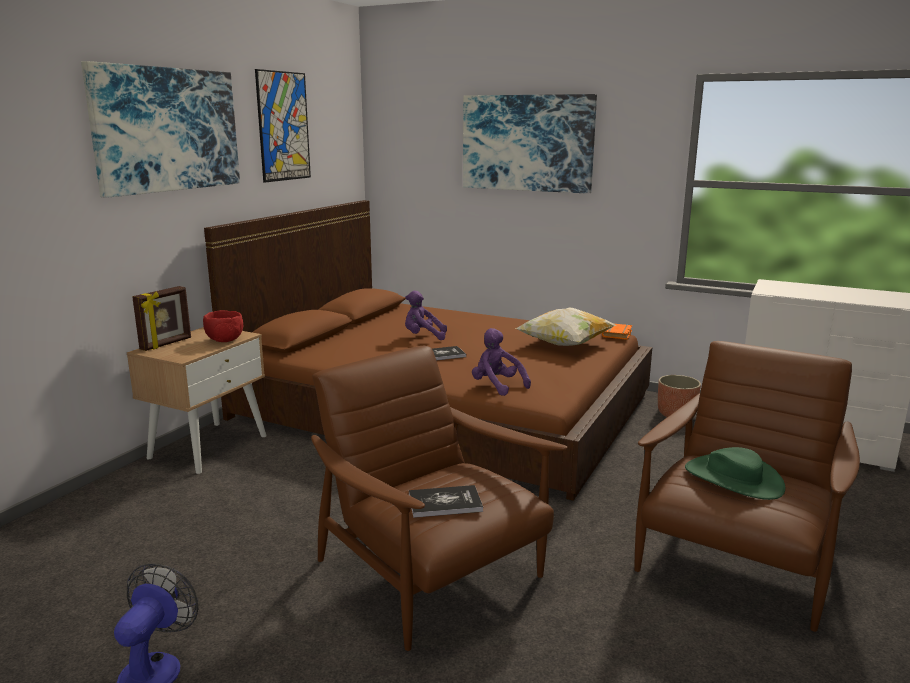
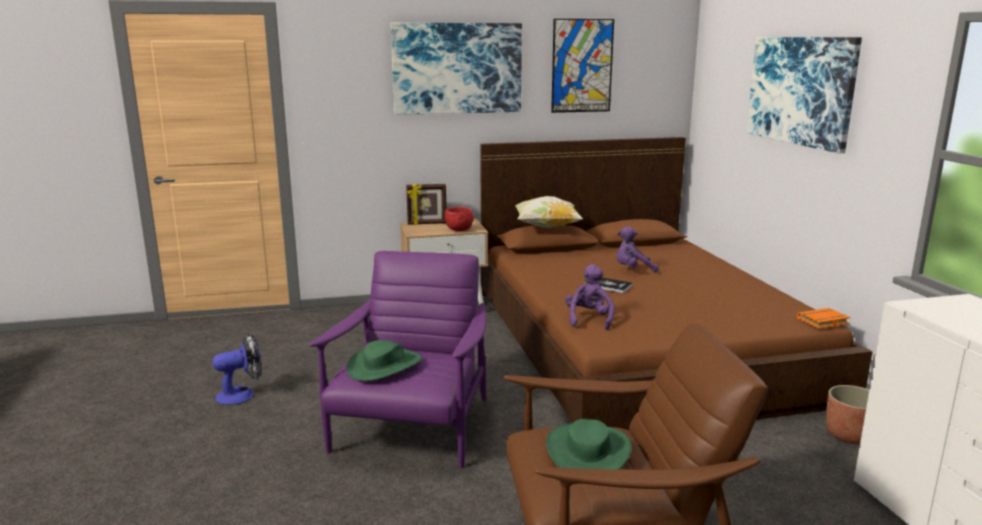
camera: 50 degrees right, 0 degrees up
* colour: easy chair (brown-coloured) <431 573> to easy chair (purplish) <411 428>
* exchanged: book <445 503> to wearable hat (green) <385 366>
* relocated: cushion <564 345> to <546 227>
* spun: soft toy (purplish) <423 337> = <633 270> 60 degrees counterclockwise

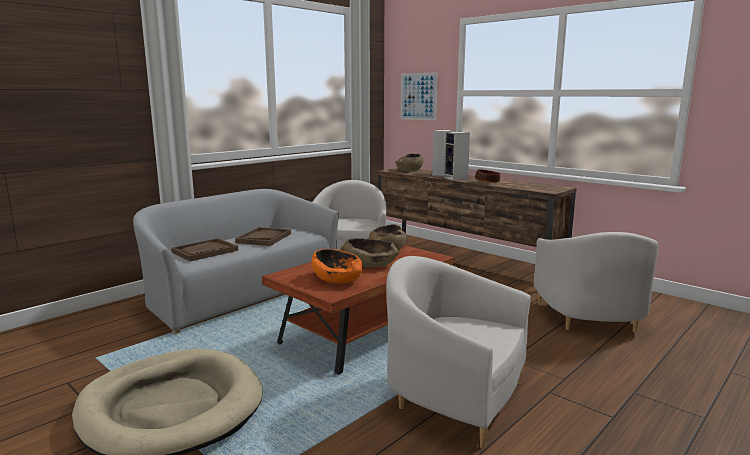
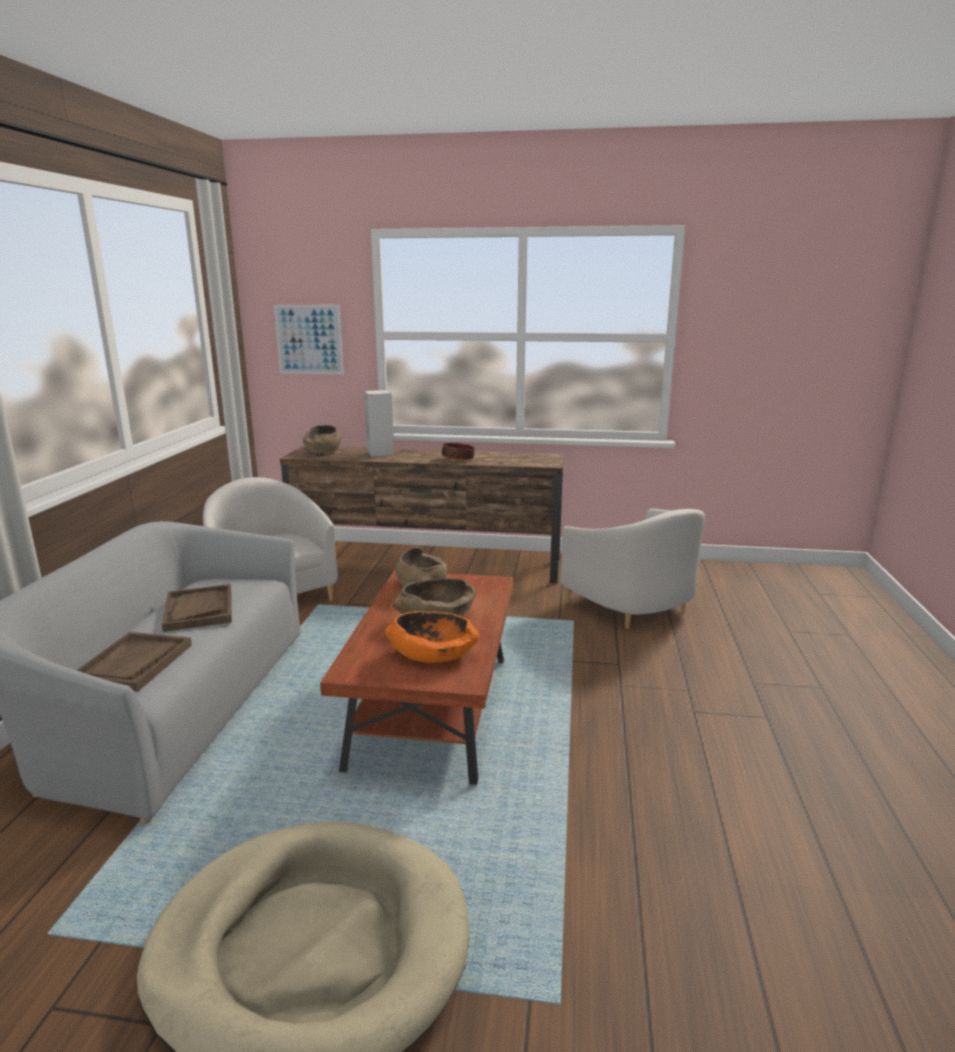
camera: 35 degrees left, 5 degrees up
* missing: easy chair (white) <454 397>
* missing: audio speaker <456 178>

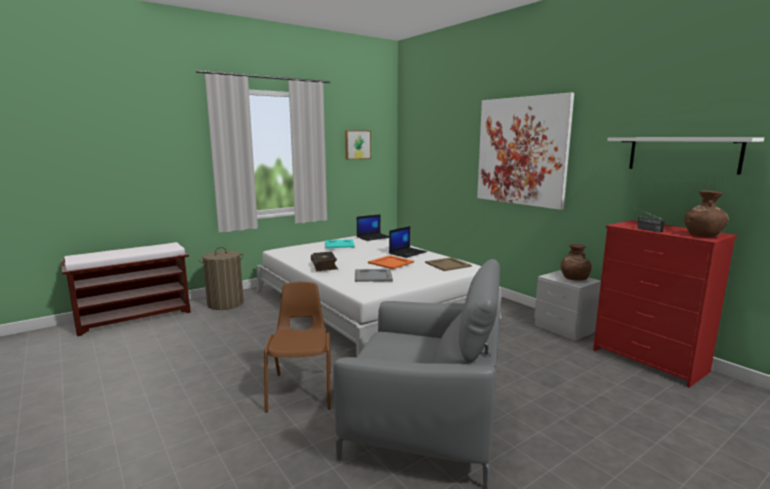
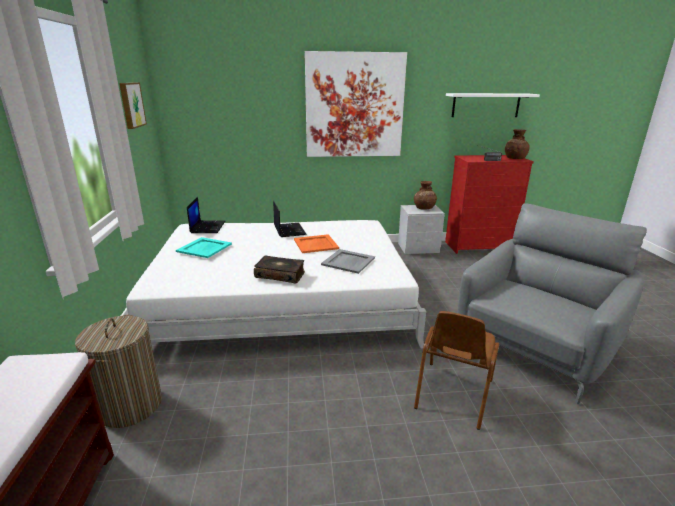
camera: 60 degrees left, 10 degrees up
* spun: upright chair (brown-coloured) <302 390> = <452 394> 90 degrees counterclockwise
* missing: tray (sand-coloured) <447 264>

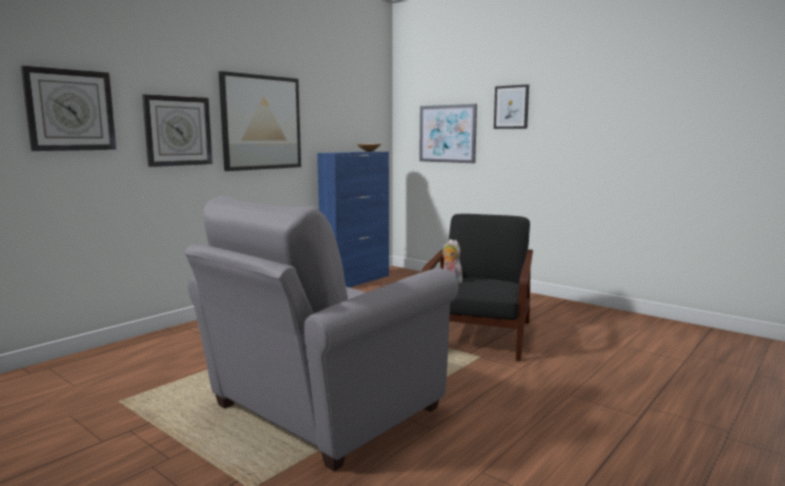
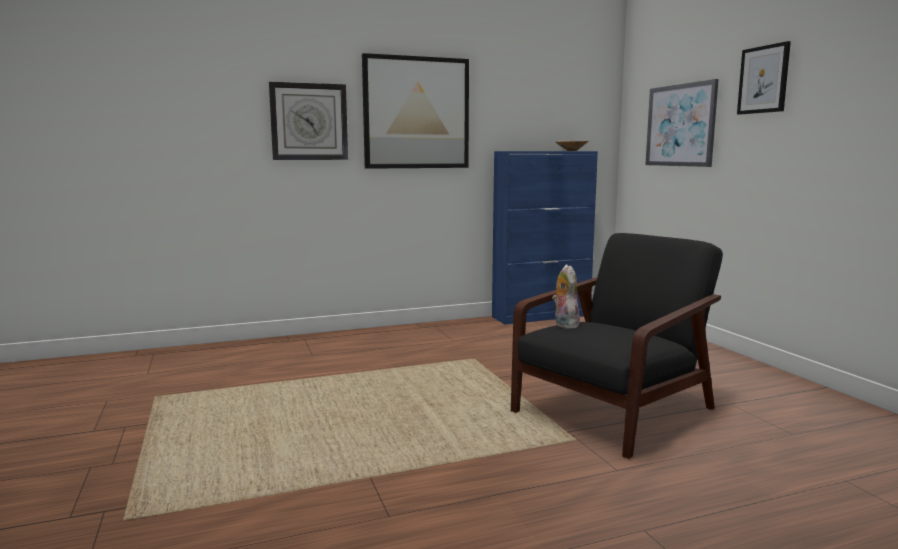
camera: 30 degrees right, 0 degrees up
* missing: wall clock <70 110>
* missing: easy chair (greyish) <319 410>

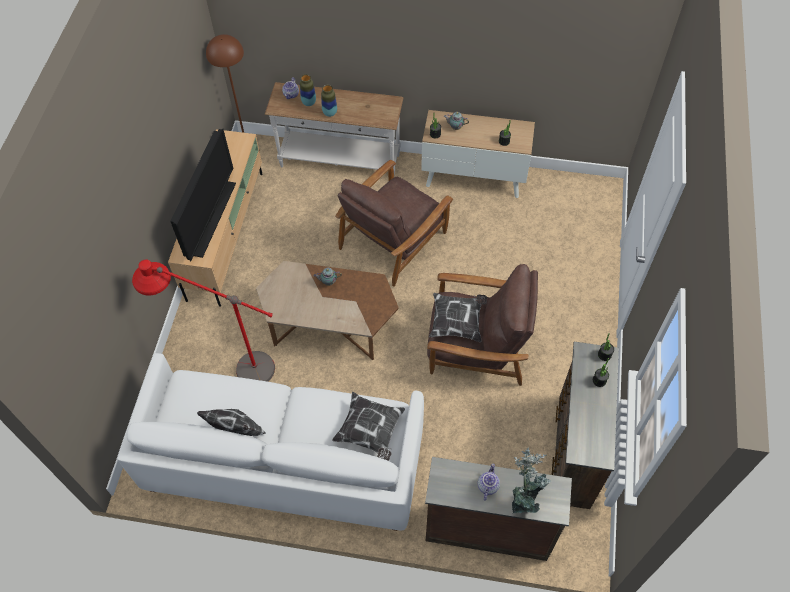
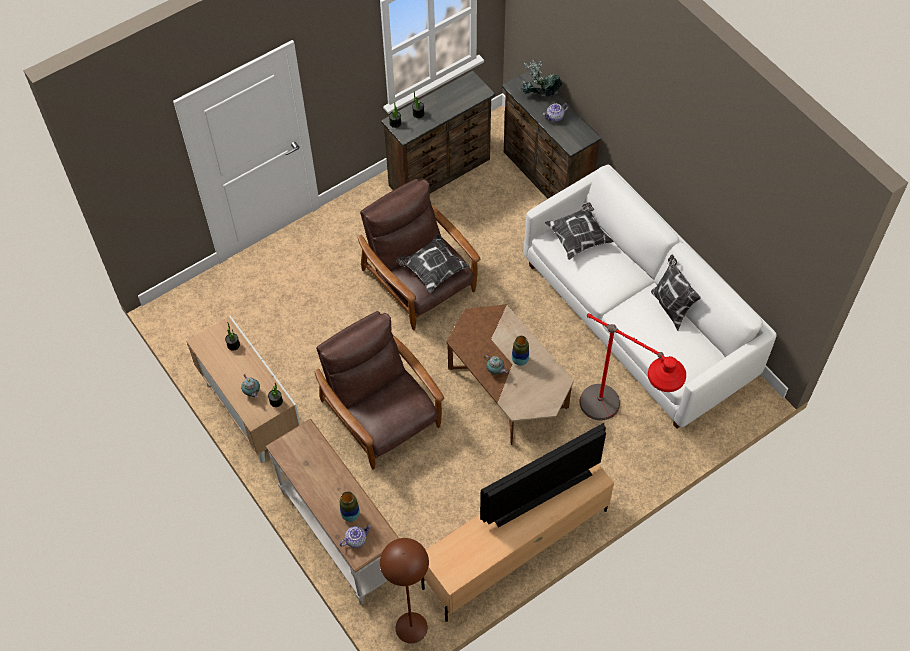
camera: 135 degrees left, 0 degrees up
* spun: easy chair (brown-coloured) <394 239> = <381 415> 120 degrees counterclockwise
* relocated: vase <330 113> to <520 360>

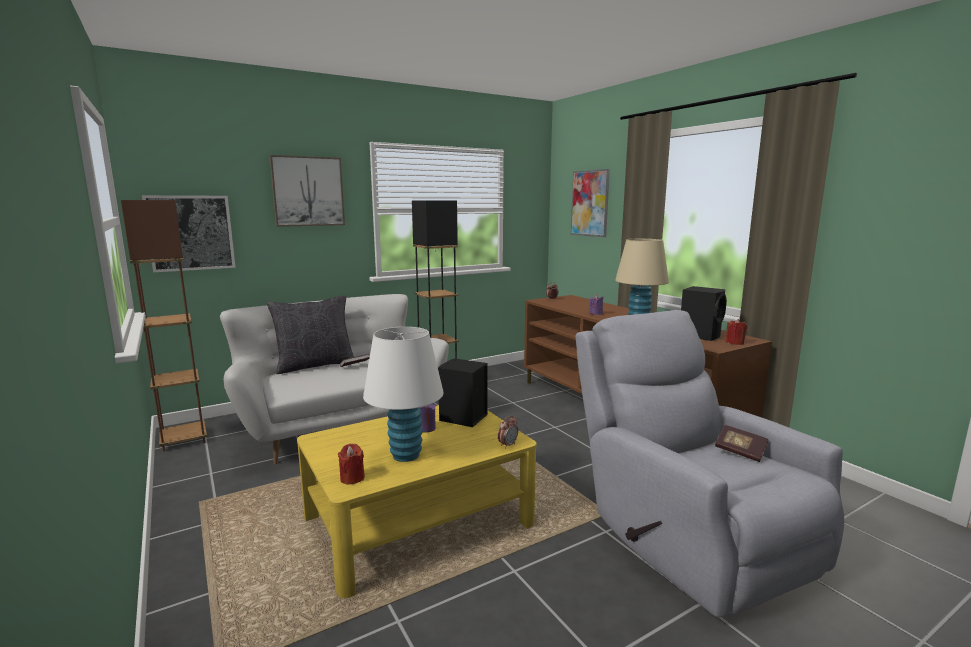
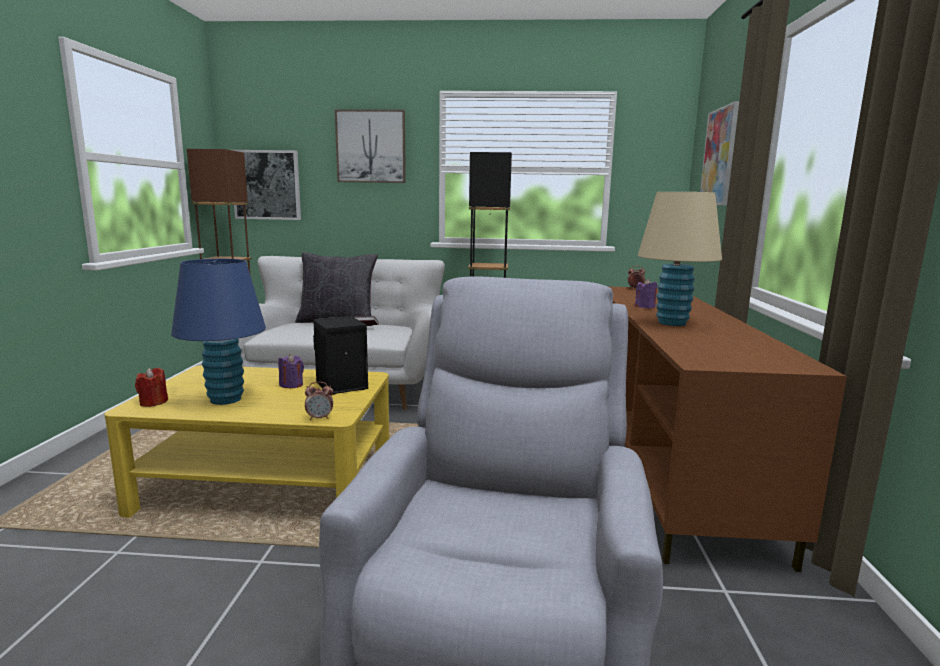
camera: 35 degrees right, 0 degrees up
* colour: tabletop lamp (white) <406 455> to tabletop lamp (blue) <226 399>
* missing: audio speaker (black-coloured) <700 335>
* missing: book <740 451>
* missing: wax candle (red-coloured) <734 343>

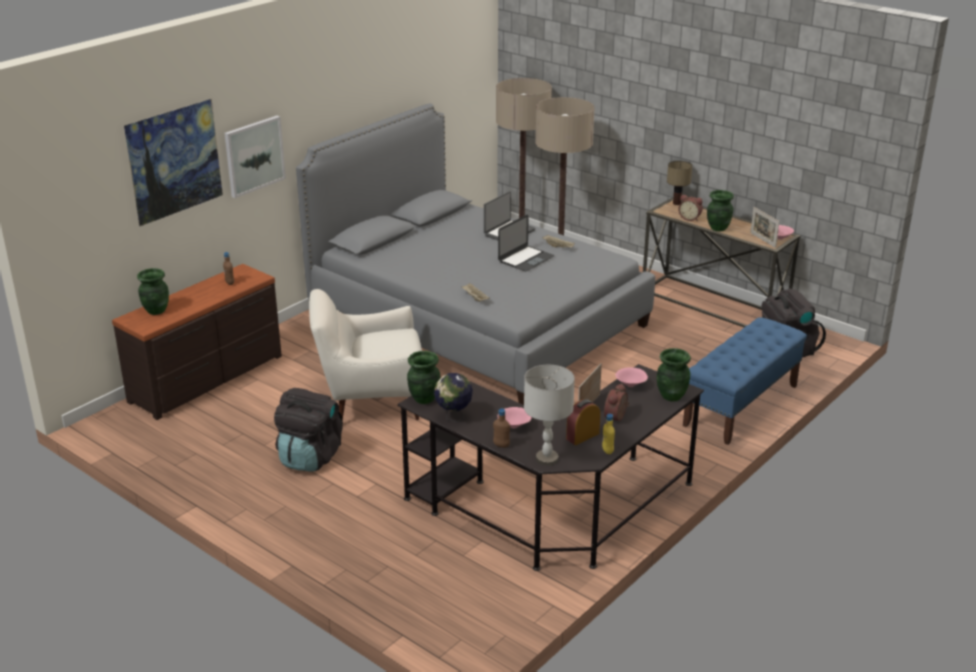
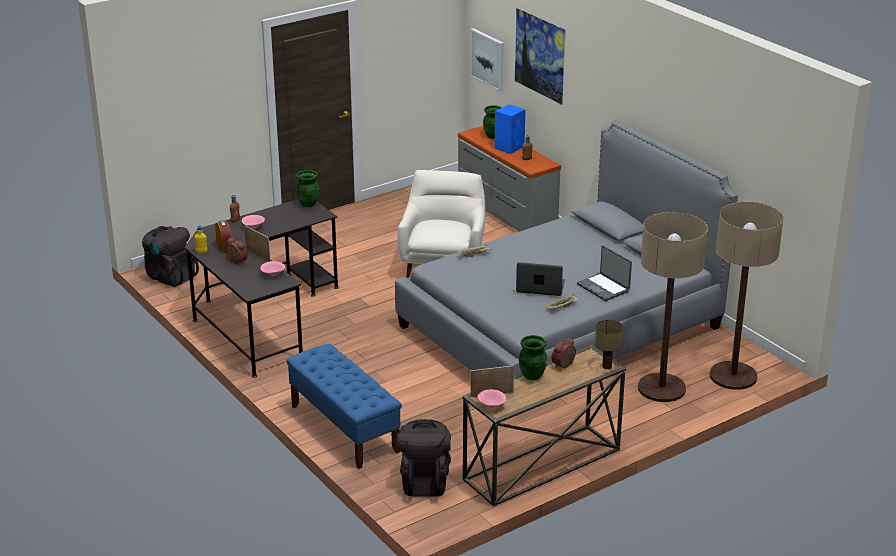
camera: 105 degrees right, 0 degrees up
* relocated: backpack (black-coloured) <310 457> to <170 277>
* colour: drawer chest (brown-coloured) <208 379> to drawer chest (greyish) <505 212>
* relocated: picture <254 155> to <488 59>
* appeared: audio speaker (blue) <509 147>
* spun: laptop <526 259> = <540 287> 135 degrees clockwise
* missing: world globe <453 417>
* missing: tabletop lamp (greyish) <546 459>
* missing: vase (green) <671 396>

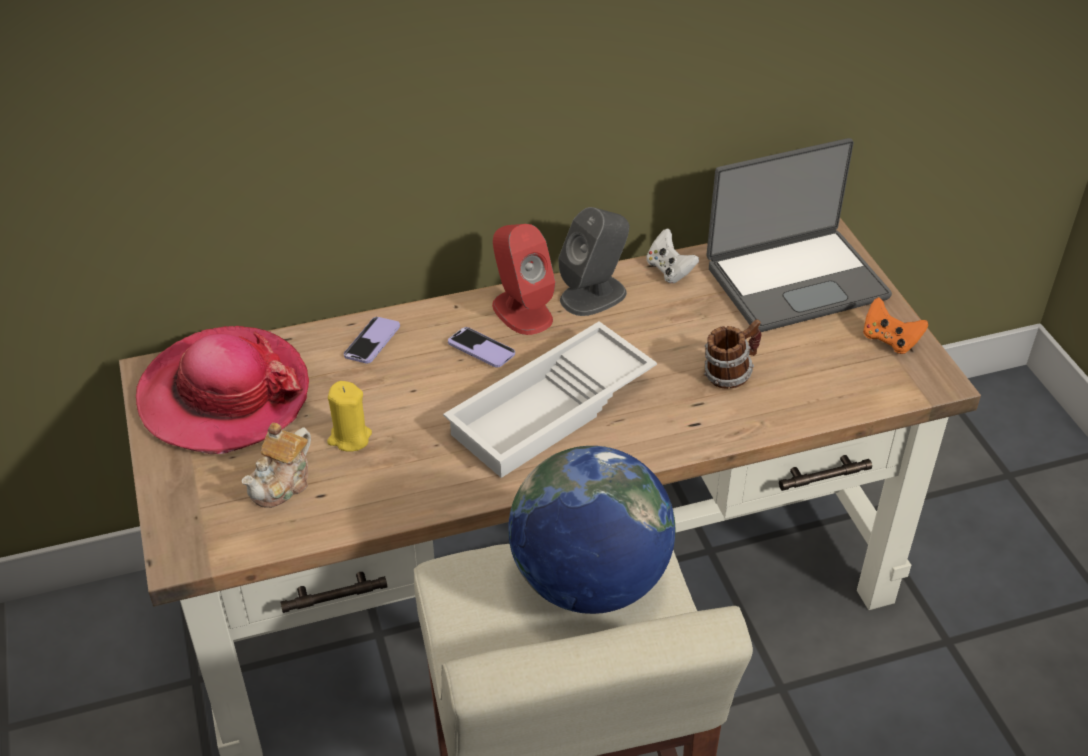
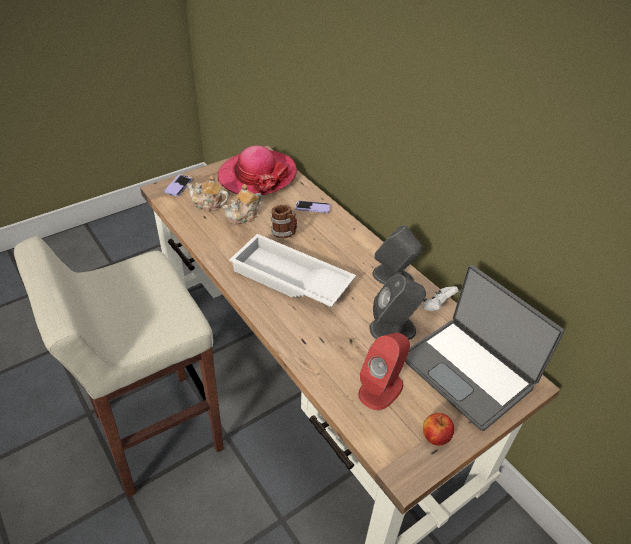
camera: 70 degrees right, 0 degrees up
* relocated: handset <481 349> to <178 186>
* exchanged: wax candle (yellow-coloured) <349 438> to tea pot <244 216>
* relocated: mug <729 374> to <285 233>
* relocated: audio speaker (red-coloured) <522 311> to <381 388>
* appeared: audio speaker (greyish) <393 329>
* exchanged: game controller (orange) <889 340> to apple fruit <435 437>
* missing: world globe <589 581>

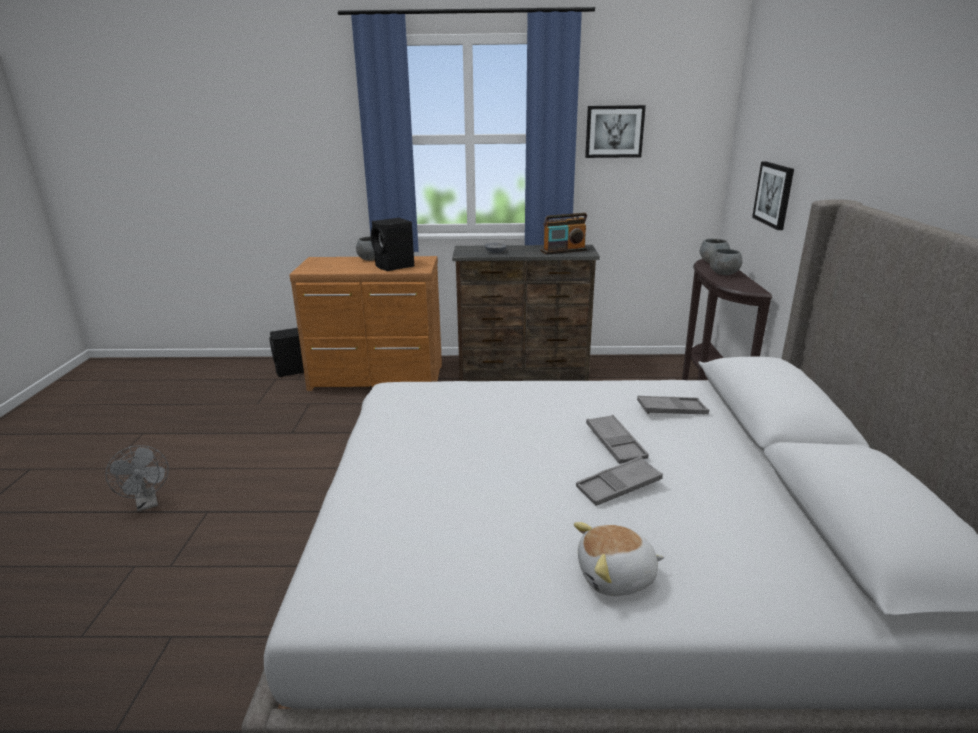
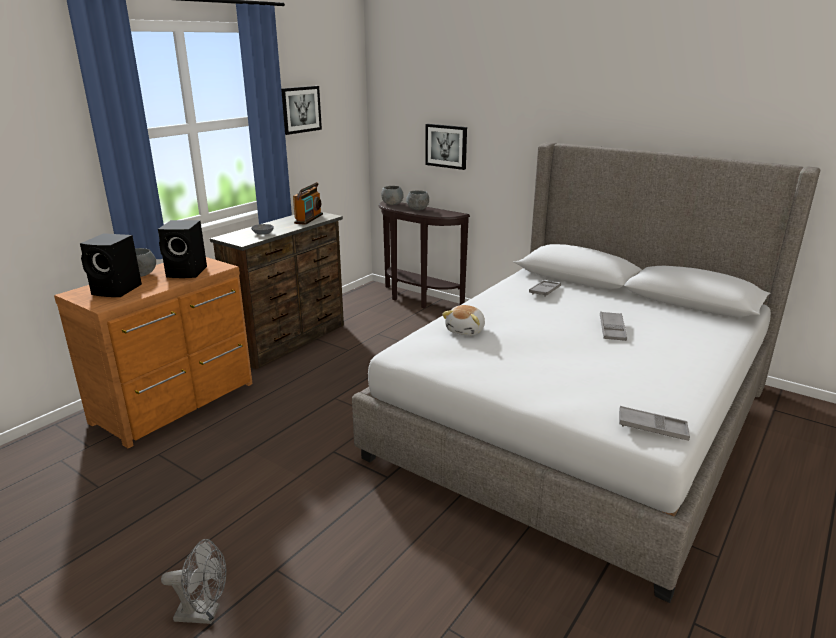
camera: 55 degrees left, 0 degrees up
* relocated: audio speaker (black-coloured) <291 371> to <118 290>
* relocated: soft toy <616 577> to <466 330>
* relocated: tray (greyish) <615 443> to <652 428>

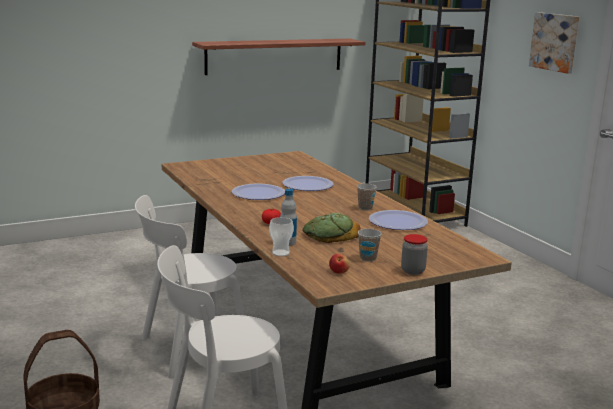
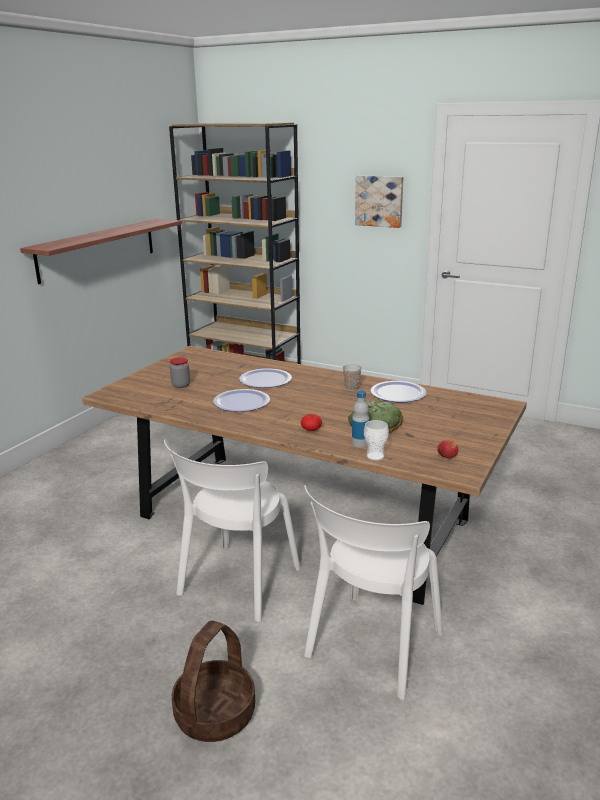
camera: 35 degrees left, 5 degrees up
* relocated: preserve jar <413 271> to <181 385>
* missing: drinking cup <368 258>

